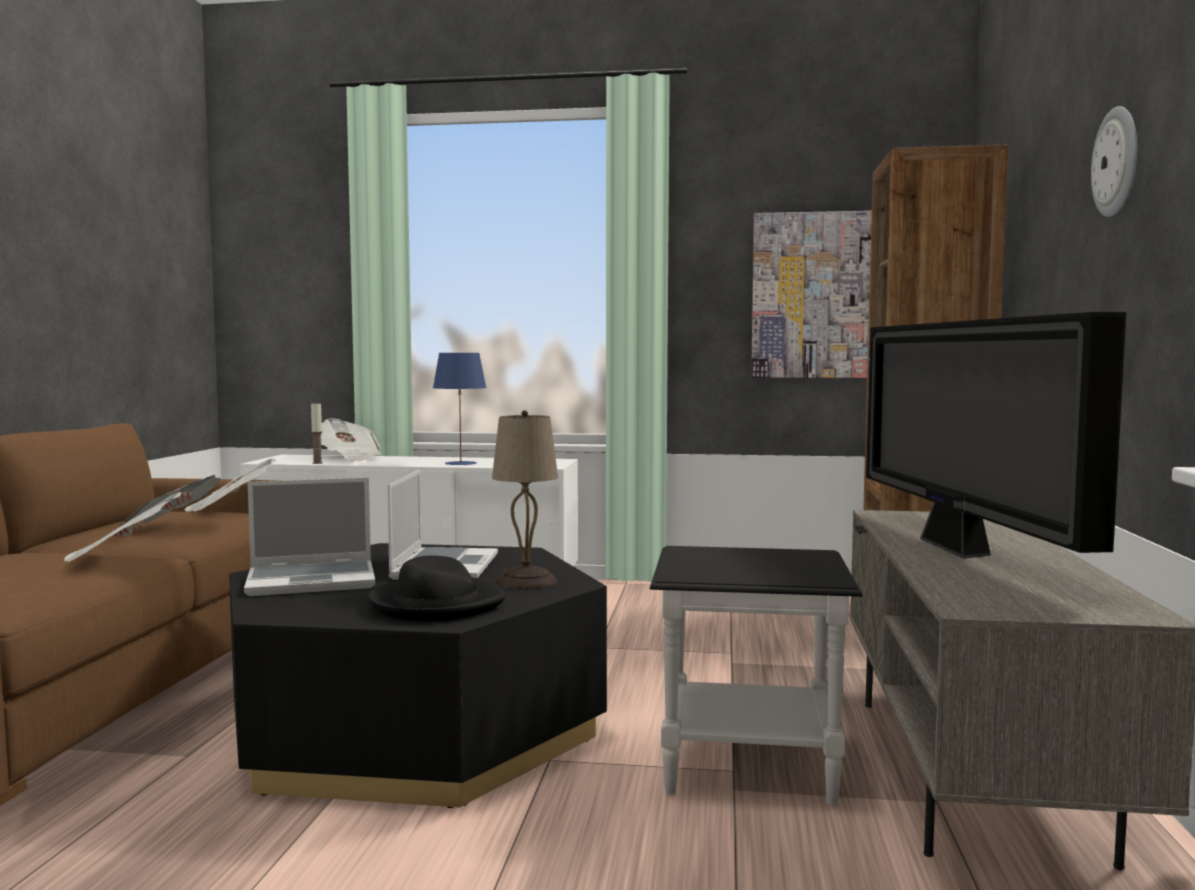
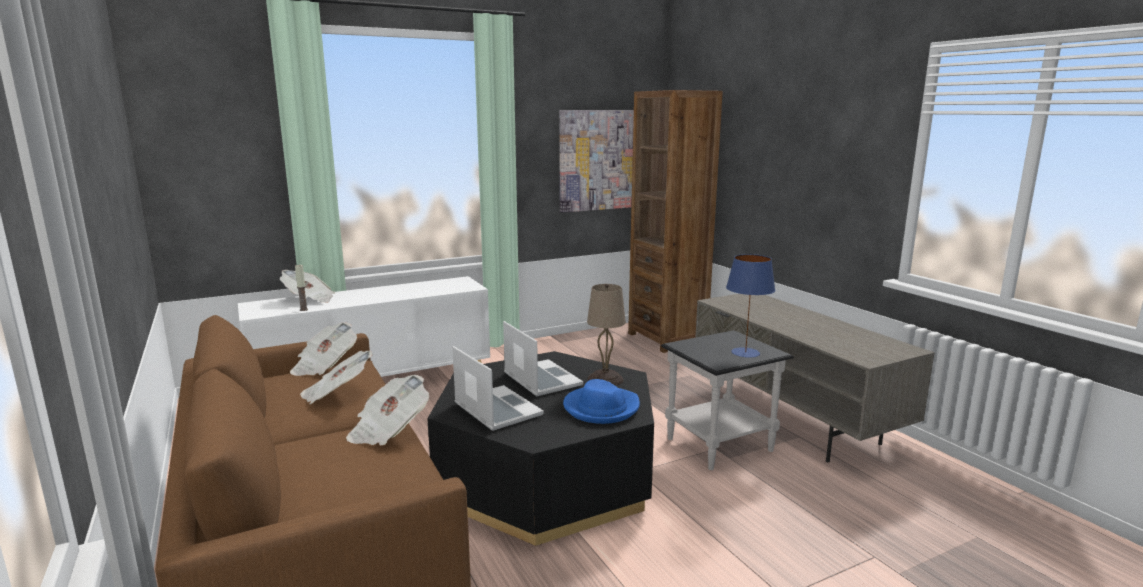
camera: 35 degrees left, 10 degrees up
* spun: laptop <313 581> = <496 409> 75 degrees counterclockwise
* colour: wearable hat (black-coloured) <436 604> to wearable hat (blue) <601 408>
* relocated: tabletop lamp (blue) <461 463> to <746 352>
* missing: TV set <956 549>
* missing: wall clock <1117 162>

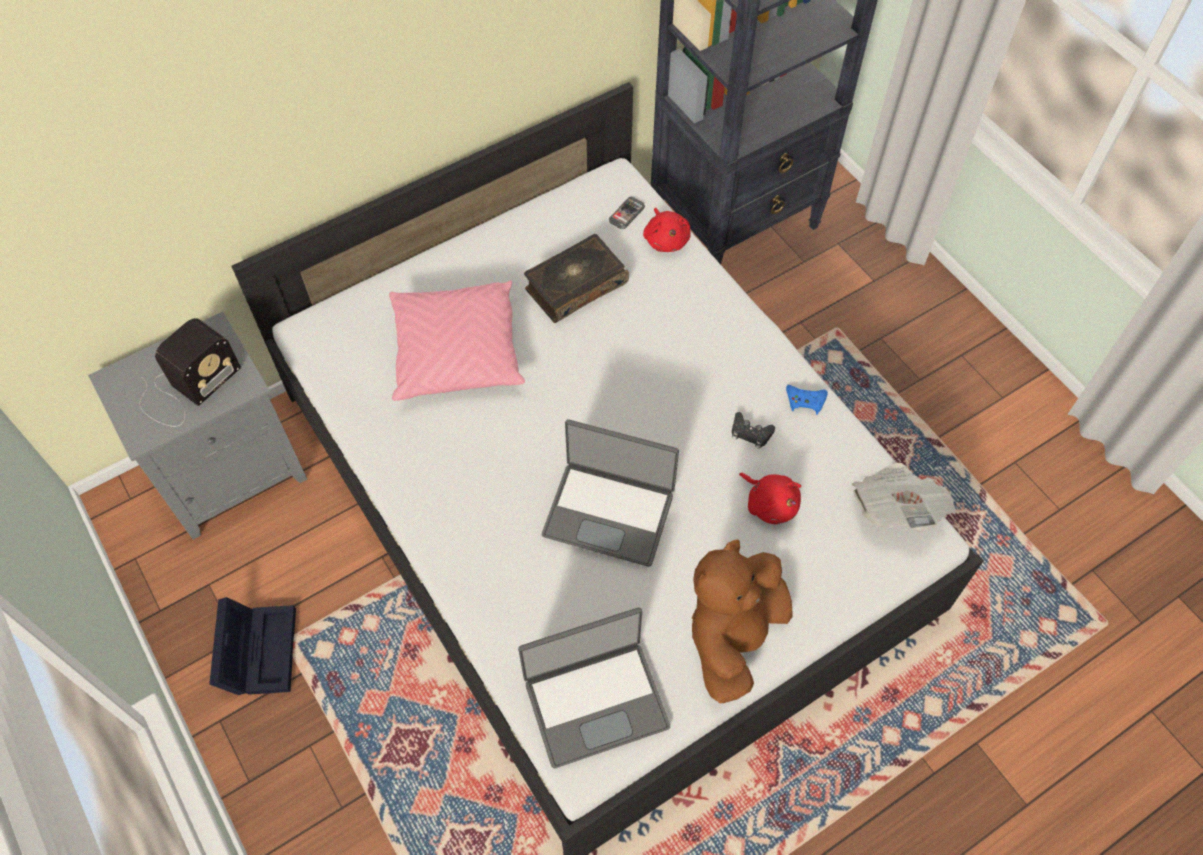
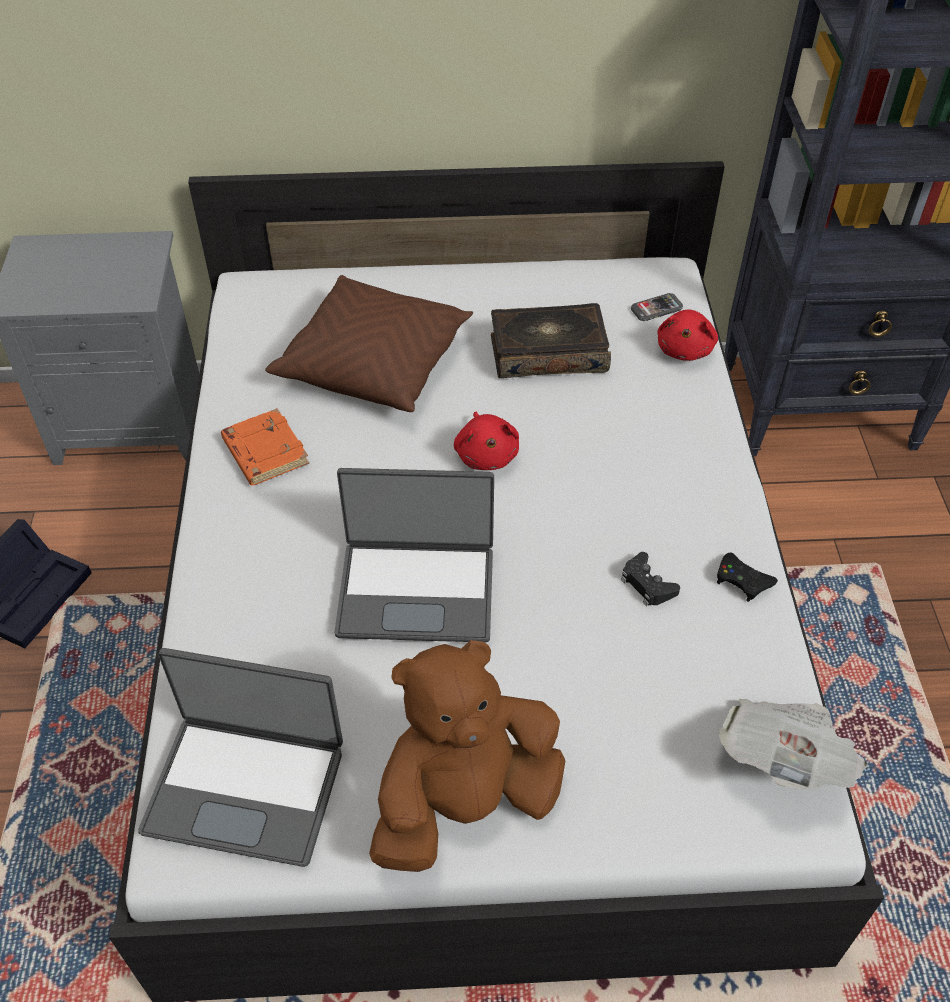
camera: 30 degrees right, 10 degrees down
* appeared: book (orange) <264 452>
* colour: cushion (pink) <456 352> to cushion (brown-coloured) <374 363>
* spun: laptop <609 512> = <417 590> 45 degrees counterclockwise
* relocated: soft toy (red-coloured) <770 503> to <486 454>
* colour: game controller (blue) <805 401> to game controller (black-coloured) <742 580>
* missing: radio receiver <186 388>

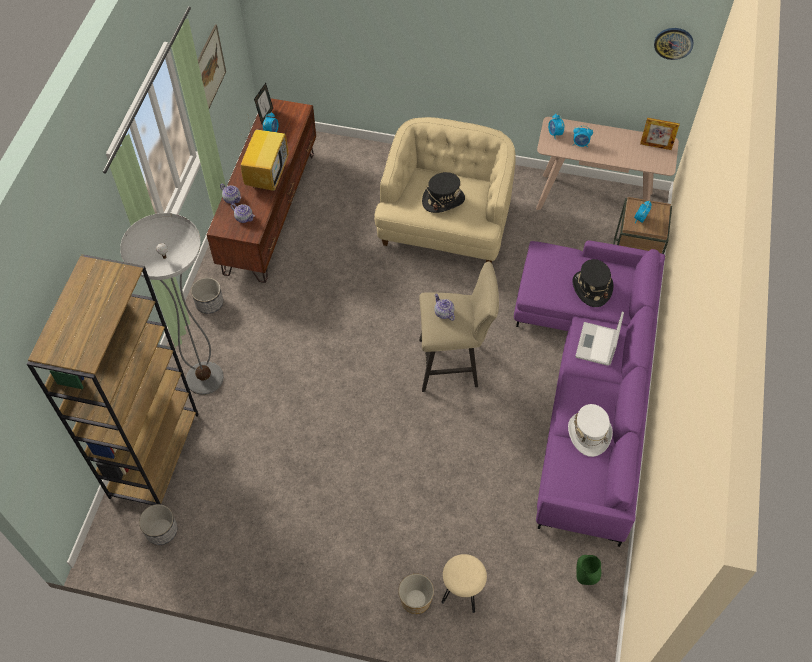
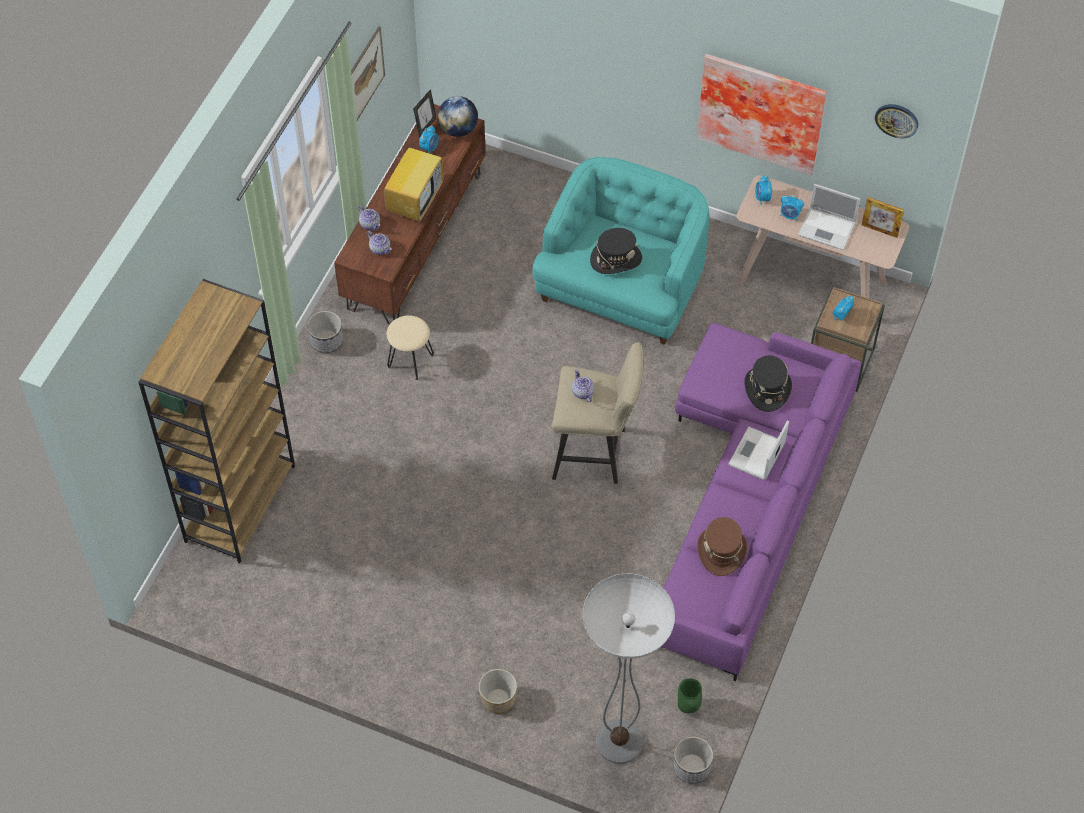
camera: 10 degrees right, 0 degrees up
* relocated: stool (sand-coloured) <462 591> to <411 360>
* appeared: world globe <458 129>
* colour: easy chair (sand-coloured) <445 224> to easy chair (blue-green) <621 285>
* relocated: standing lamp <204 378> to <619 741>
* relocated: planter <161 531> to <691 768>
* appeared: picture <762 110>
* colour: wearable hat (white) <589 434> to wearable hat (brown-coloured) <721 551>
* appeared: laptop <828 229>

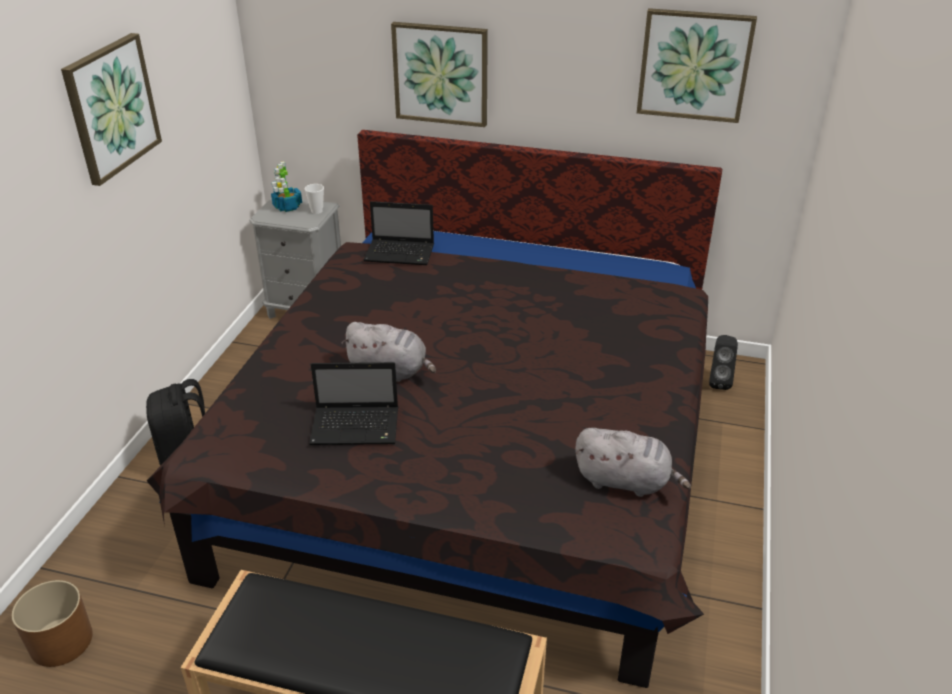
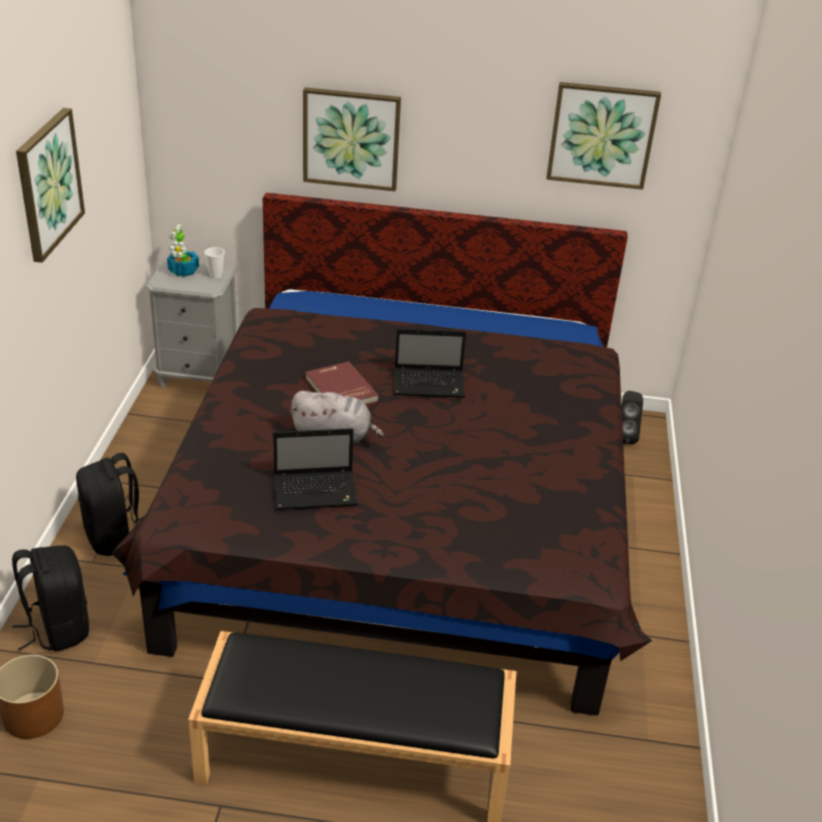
camera: 10 degrees left, 0 degrees up
* appeared: backpack (black-coloured) <57 628>
* appeared: book (red-coloured) <340 390>
* relocated: laptop <401 254> to <430 384>
* missing: soft toy (greyish) <626 481>

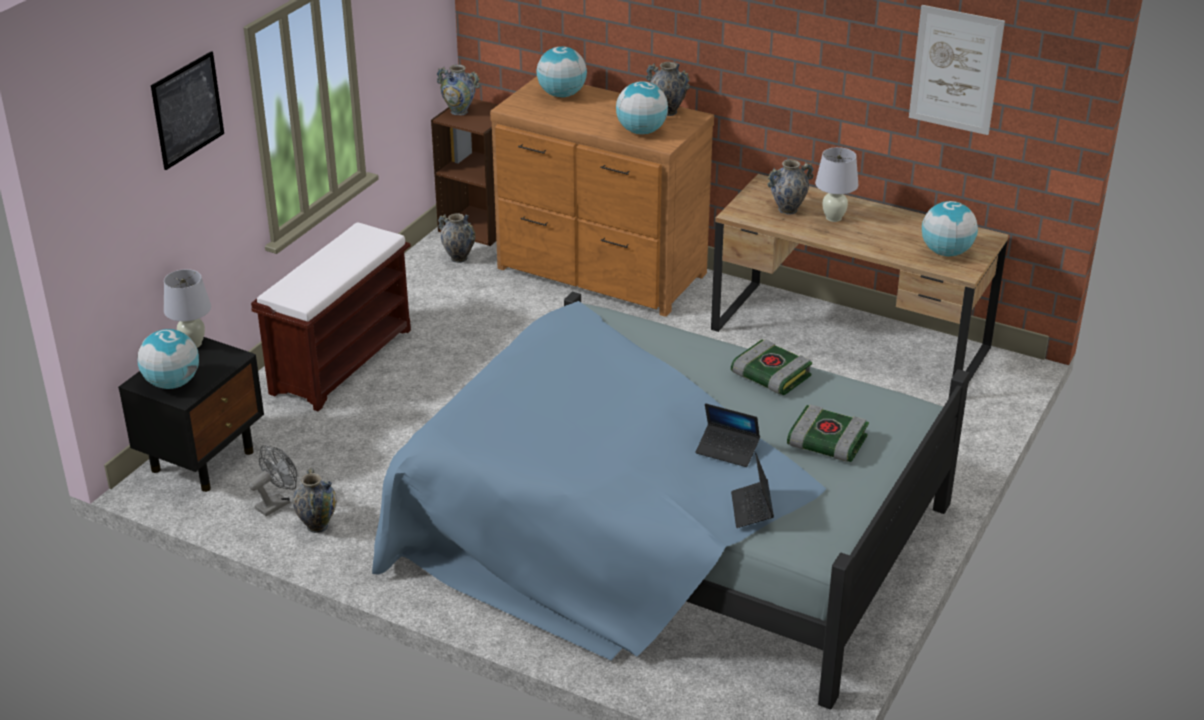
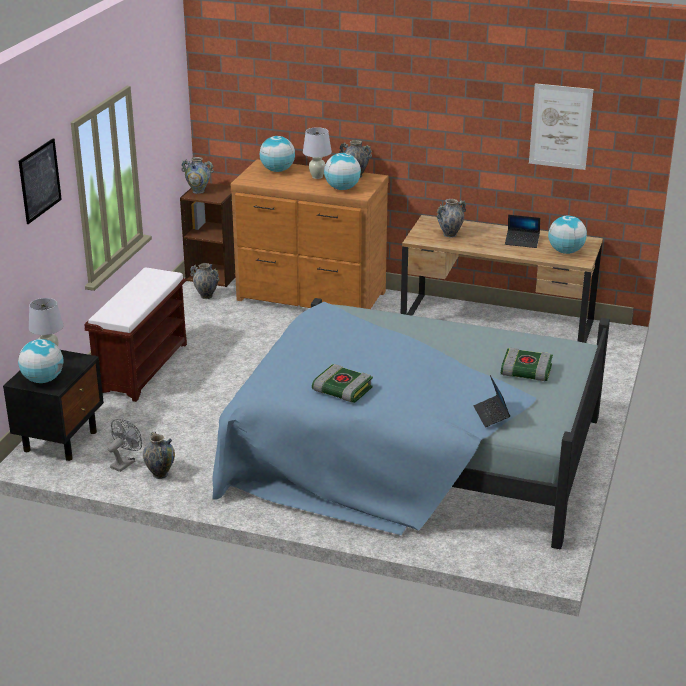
camera: 10 degrees left, 5 degrees down
* relocated: tabletop lamp (white) <833 218> to <317 177>
* relocated: book <769 376> to <341 390>
* relocated: laptop <727 450> to <522 242>

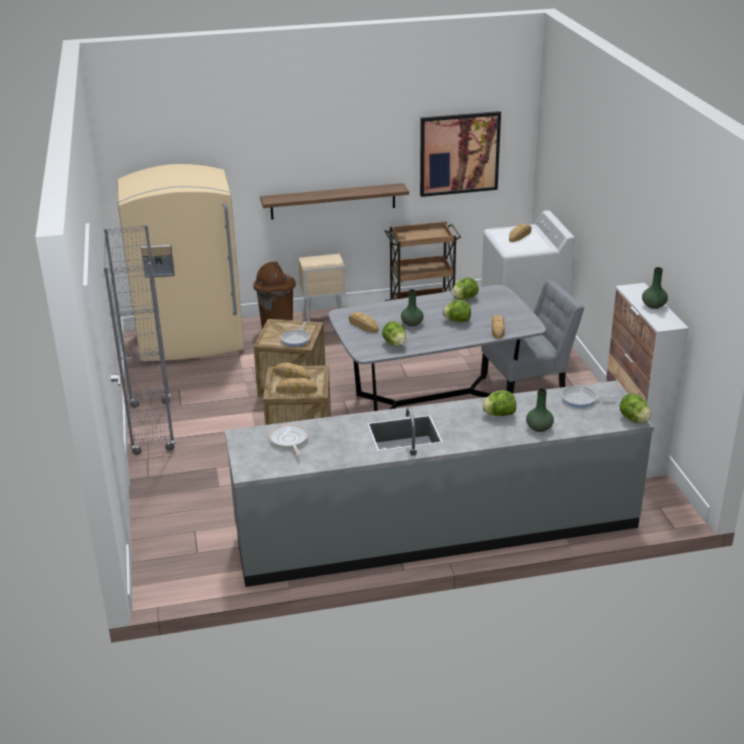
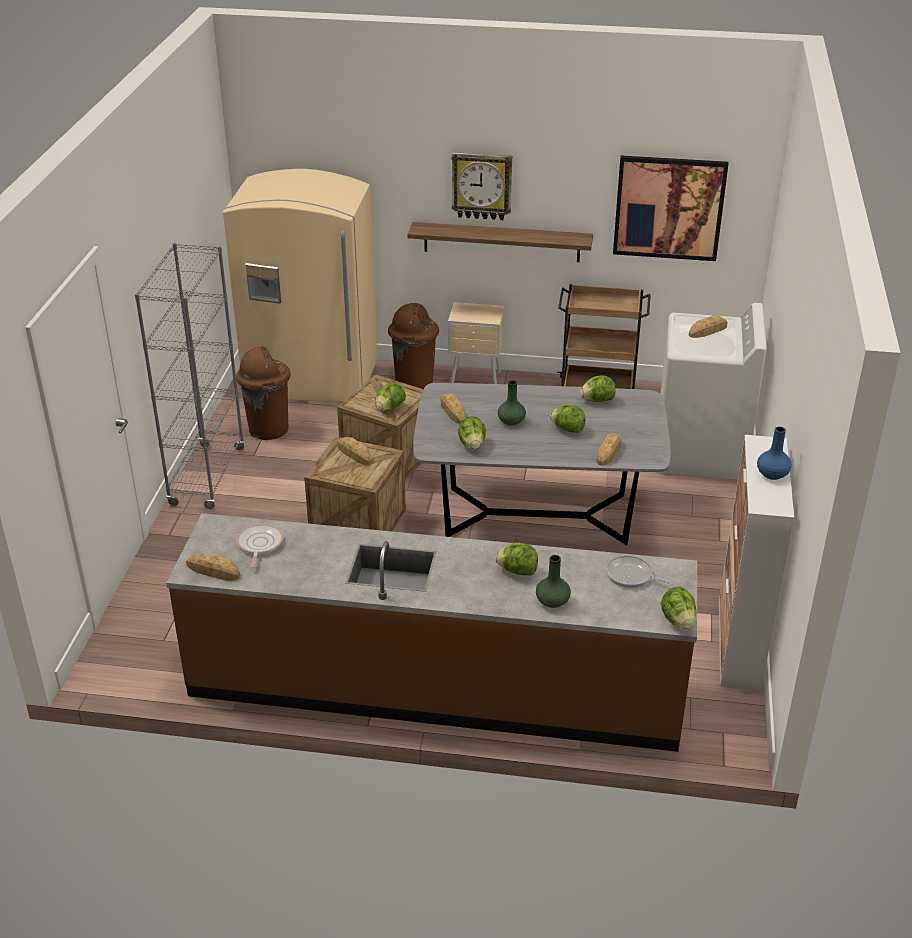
camera: 20 degrees right, 5 degrees up
* colour: kitchen counter (greyish) <436 529> to kitchen counter (brown-coloured) <436 685>
* relocated: bread <296 389> to <213 570>
* appeared: trash can (brown-coloured) <268 429>
* exchanged: frying pan <296 339> to lettuce head <389 408>
* appeared: wall clock <482 185>
* colour: vase (green) <653 305> to vase (blue) <772 474>
* missing: upright chair (greyish) <527 385>

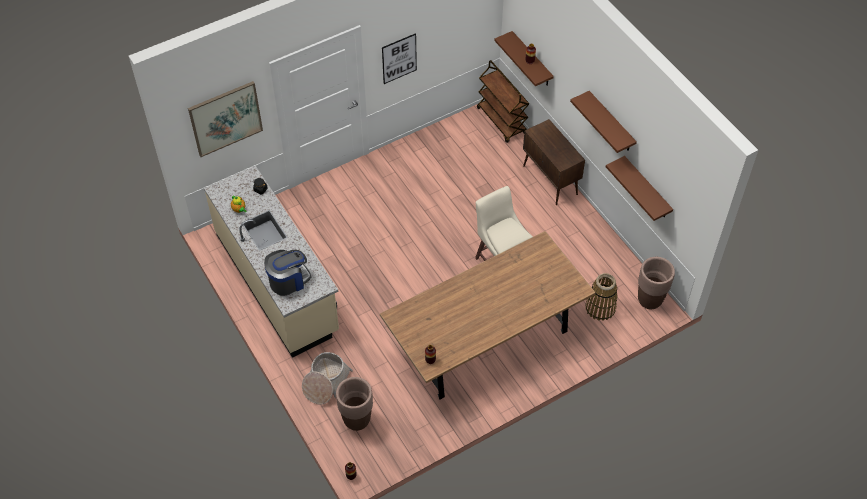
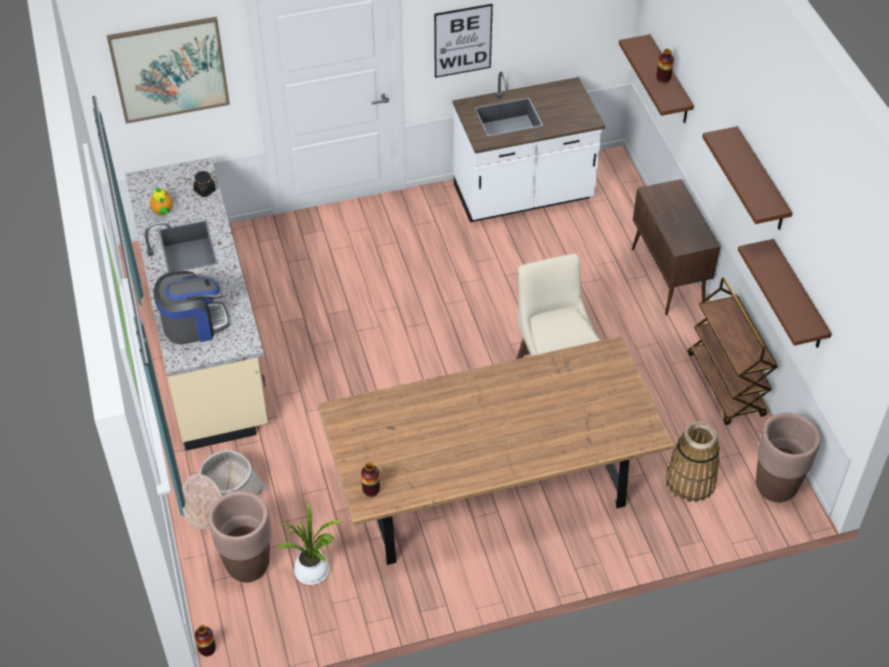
camera: 15 degrees right, 5 degrees down
* appeared: houseplant <314 572>
* appeared: kitchen counter (white) <523 195>
* relocated: trolley (brown-coloured) <502 121> to <726 385>

